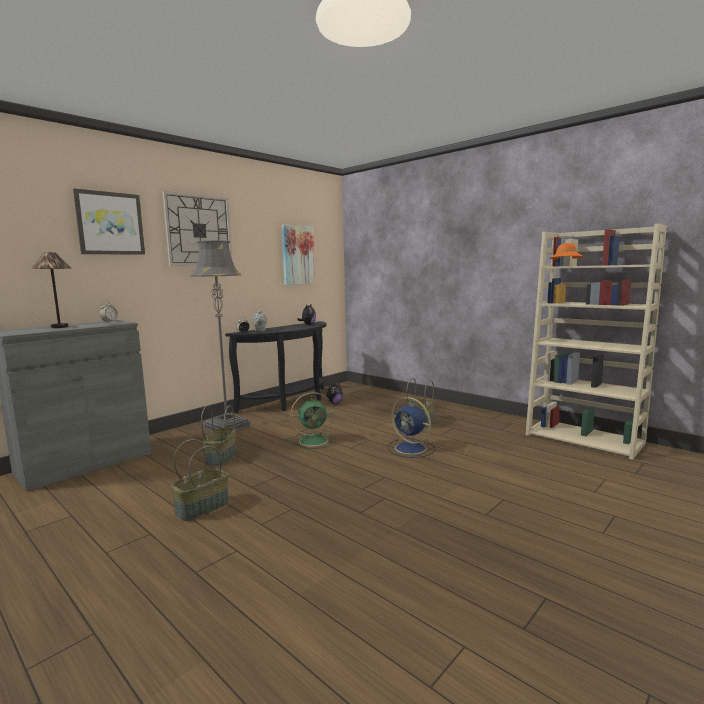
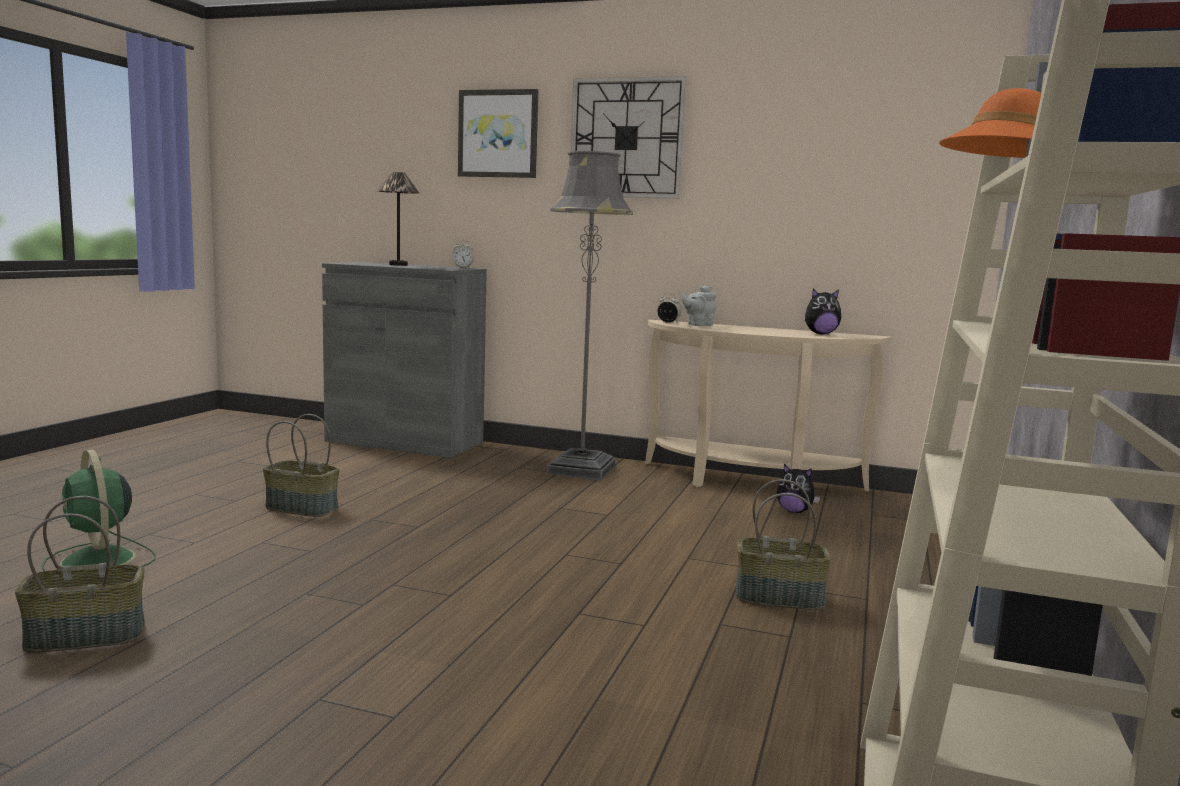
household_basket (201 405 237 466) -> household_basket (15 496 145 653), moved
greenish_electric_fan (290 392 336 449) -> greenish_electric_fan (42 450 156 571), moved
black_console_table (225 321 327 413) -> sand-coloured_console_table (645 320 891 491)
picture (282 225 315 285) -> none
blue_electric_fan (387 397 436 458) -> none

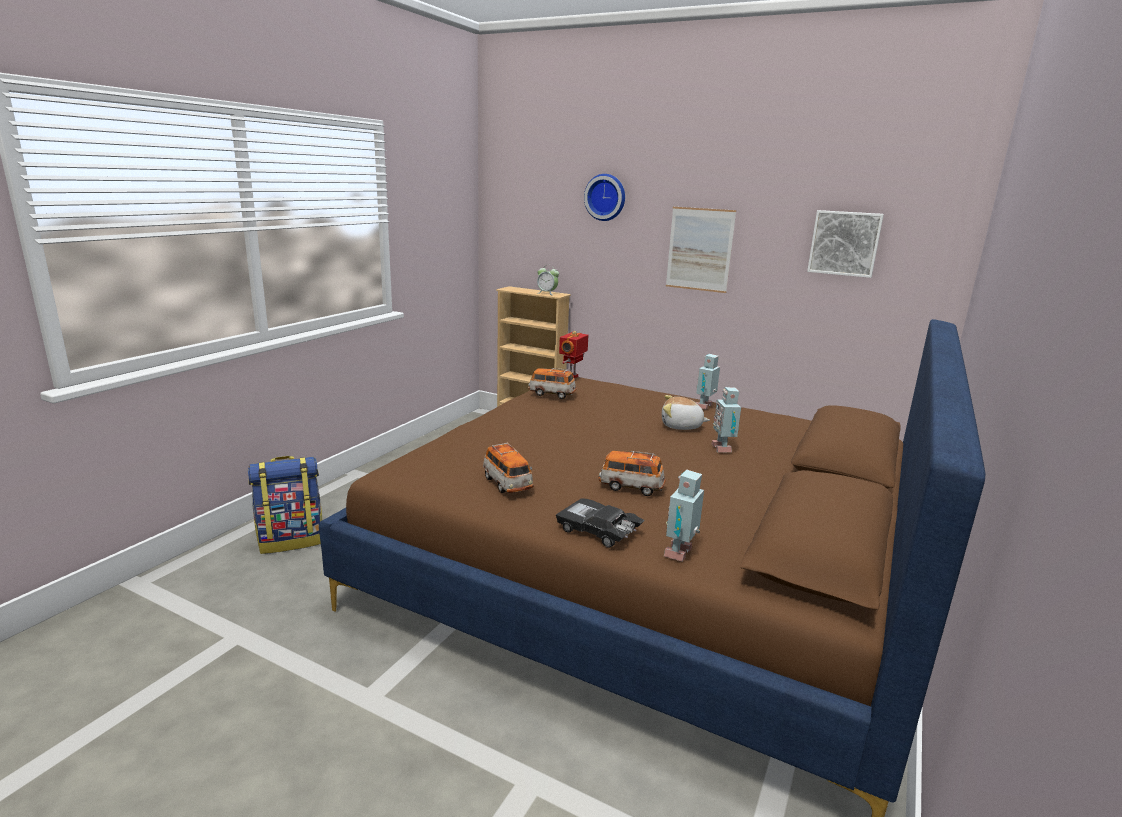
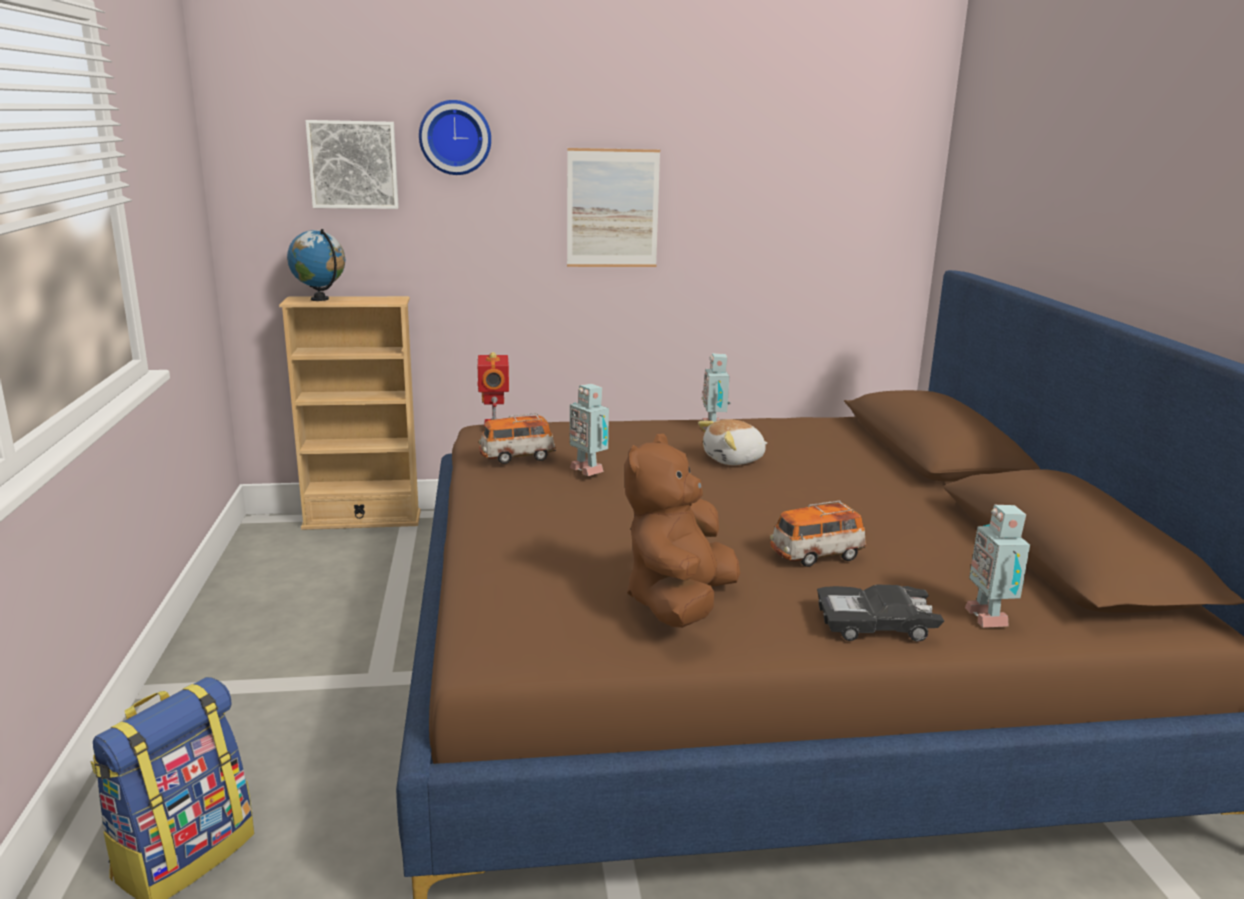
none -> world_globe (287 229 345 301)
picture (807 210 884 278) -> picture (305 120 399 209), moved
toy_robot (711 387 741 453) -> toy_robot (569 384 609 476), moved
toy_car (483 443 534 493) -> brown_soft_toy (625 434 740 628)
alarm_clock (537 265 559 295) -> none

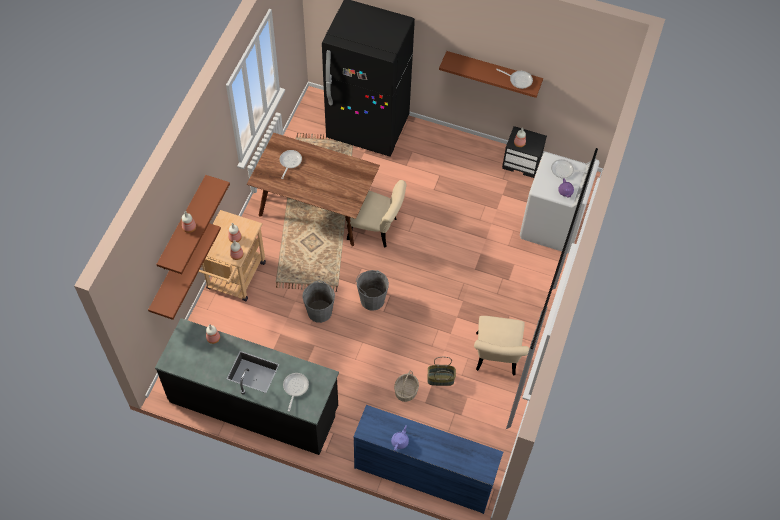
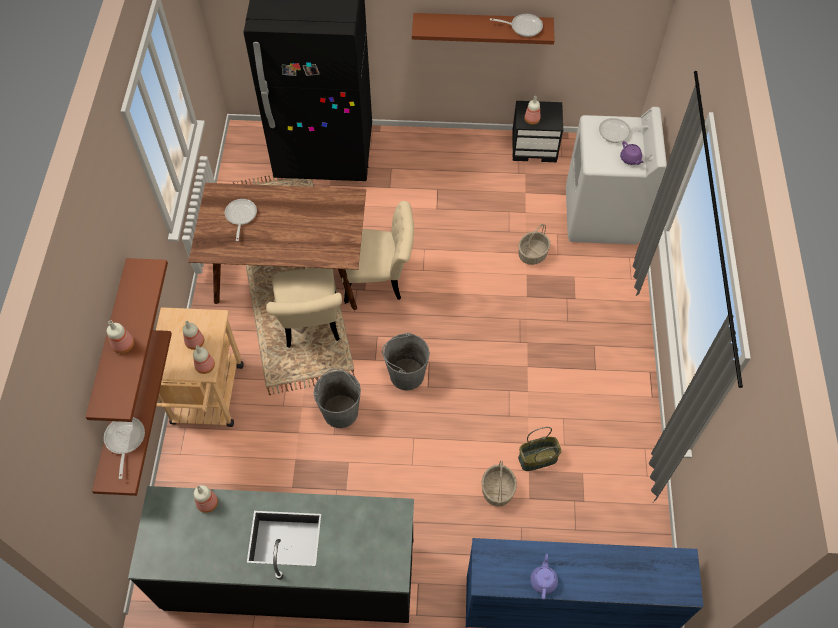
skillet (283 373 309 412) -> skillet (104 417 145 479), moved
sand-coloured_upright_chair (474 316 529 376) -> sand-coloured_upright_chair (266 268 342 348), moved
none -> household_basket (518 224 550 265)

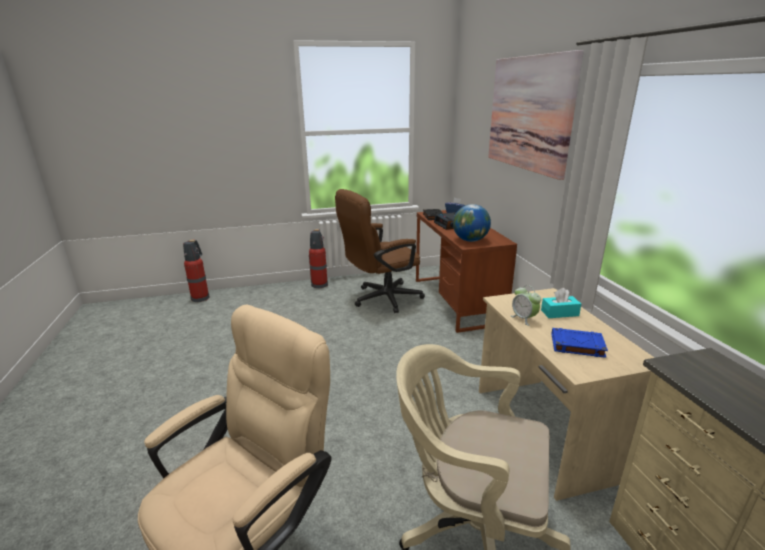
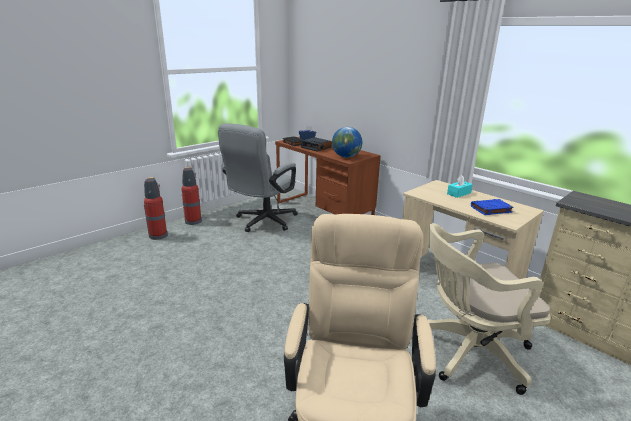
fire_extinguisher (183 240 210 302) -> fire_extinguisher (144 177 168 240), moved
brown_desk_chair (335 189 425 313) -> greyish_desk_chair (218 123 298 232)
picture (488 50 584 180) -> none
alarm_clock (510 285 541 326) -> none

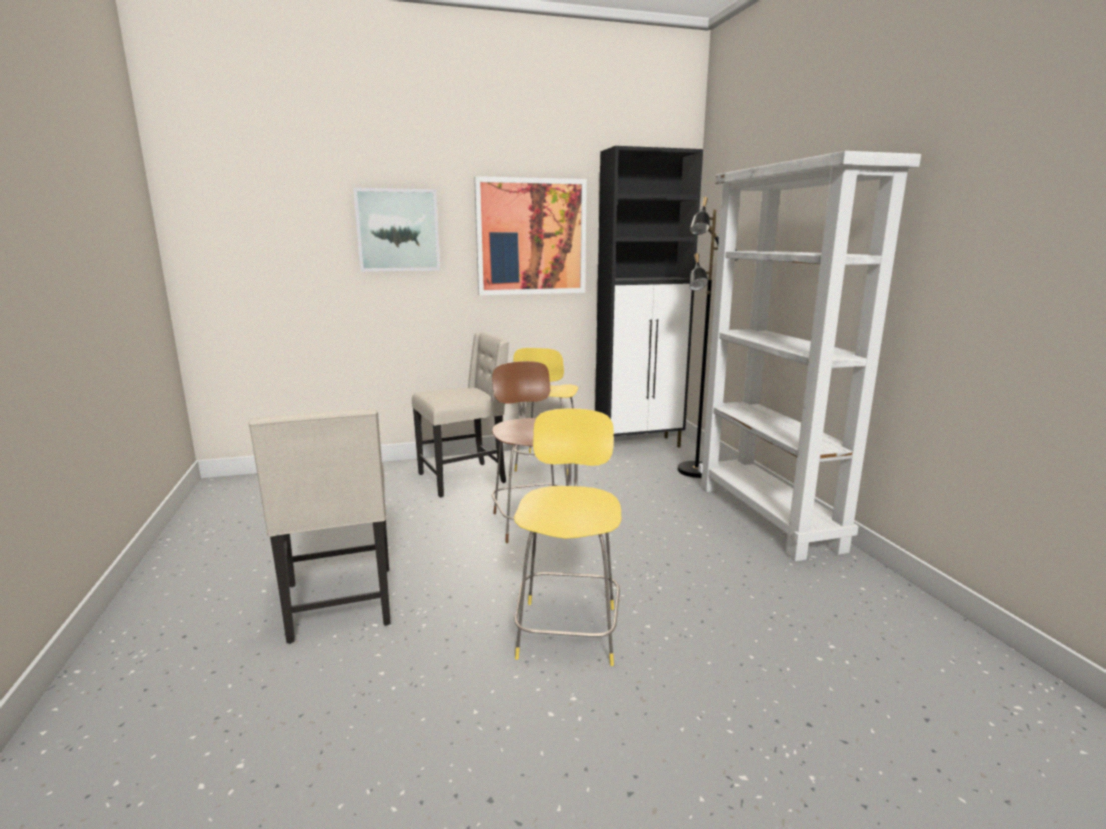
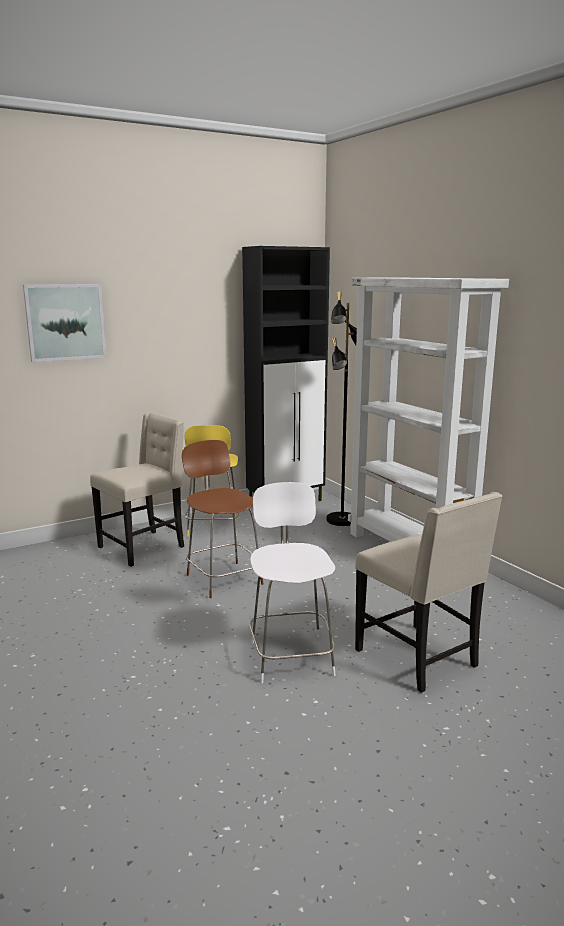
yellow_sitting_stool (514 409 622 666) -> whitish_sitting_stool (249 482 336 683)
sand-coloured_upright_chair (248 408 391 643) -> sand-coloured_upright_chair (355 492 502 693), moved
picture (474 176 587 295) -> none

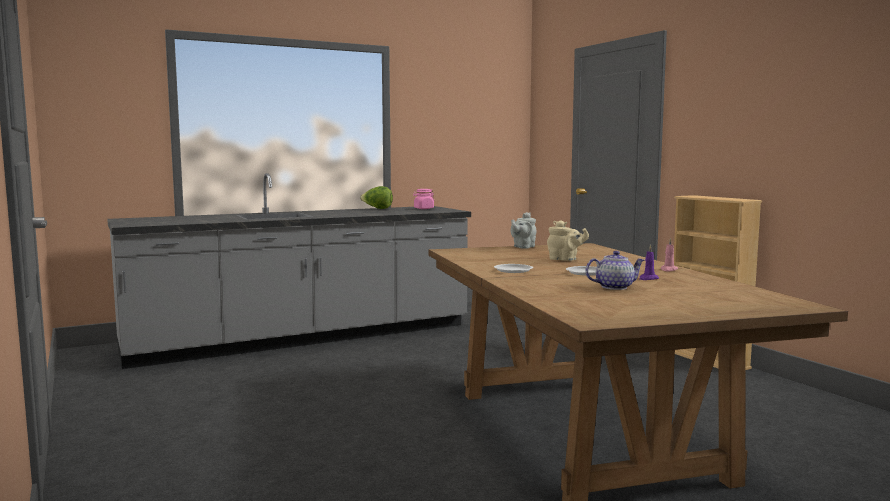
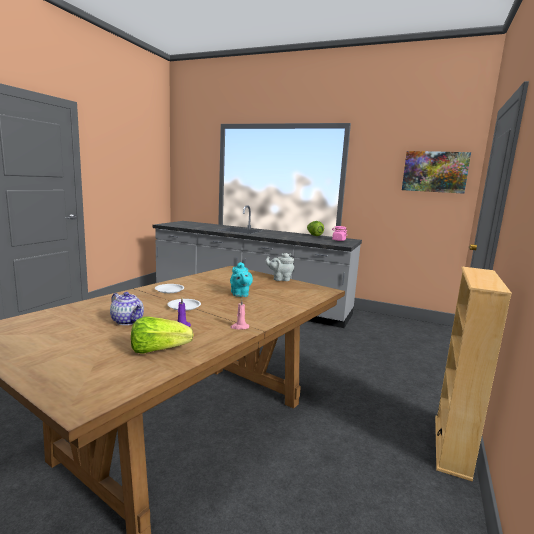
none -> lettuce_head (131 316 194 354)
sand-coloured_pot_for_tea (547 220 589 261) -> turquoise_pot_for_tea (230 262 253 297)
none -> picture (402 151 471 194)

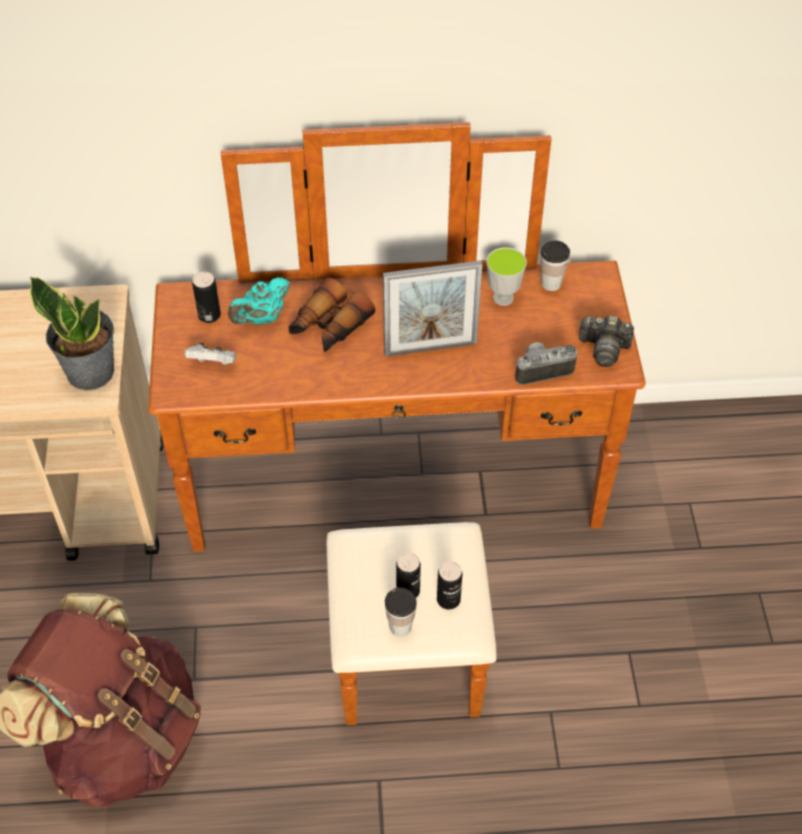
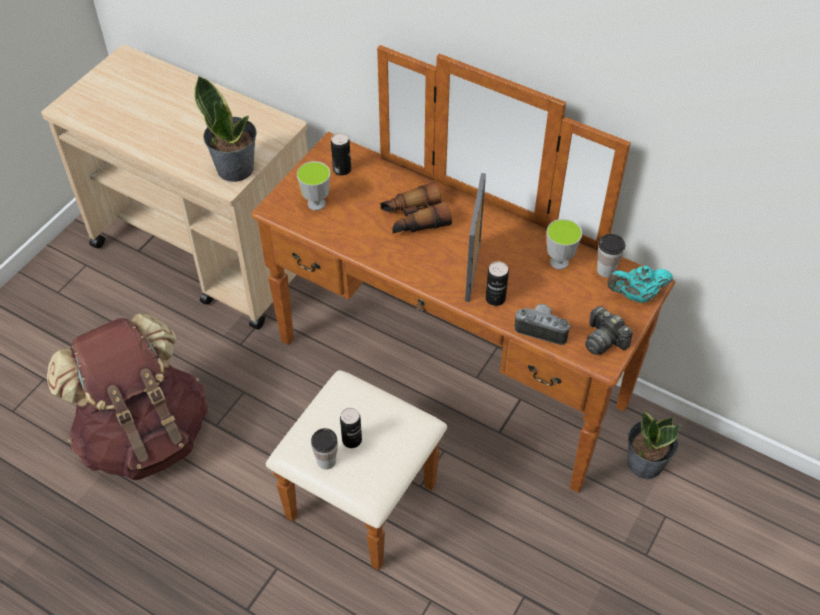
whitish_joypad (184 342 236 366) -> drinking_cup (297 161 331 211)
photo_frame (383 261 483 357) -> photo_frame (465 173 486 302), 75 degrees clockwise
can (437 561 462 609) -> can (486 261 509 306), moved
turquoise_pot_for_tea (228 277 291 325) -> turquoise_pot_for_tea (607 265 673 303), moved
none -> plant_in_a_pot (627 409 682 479)

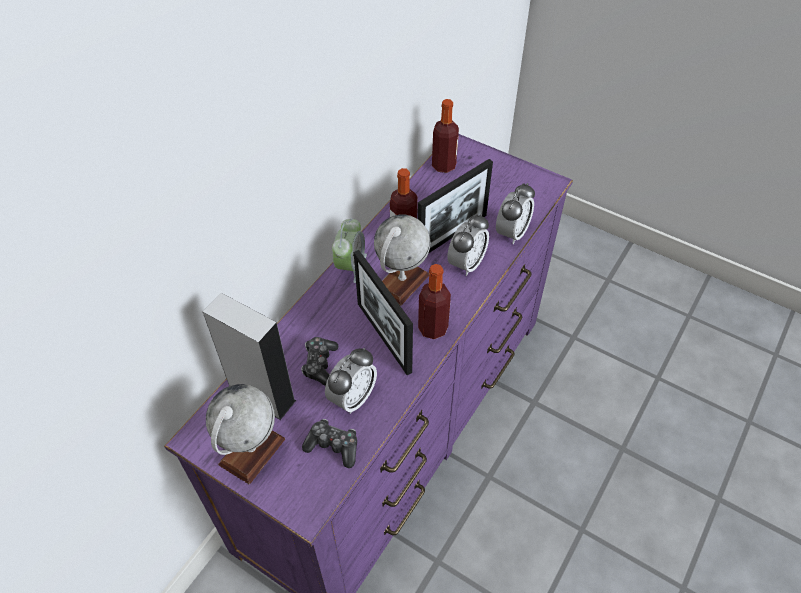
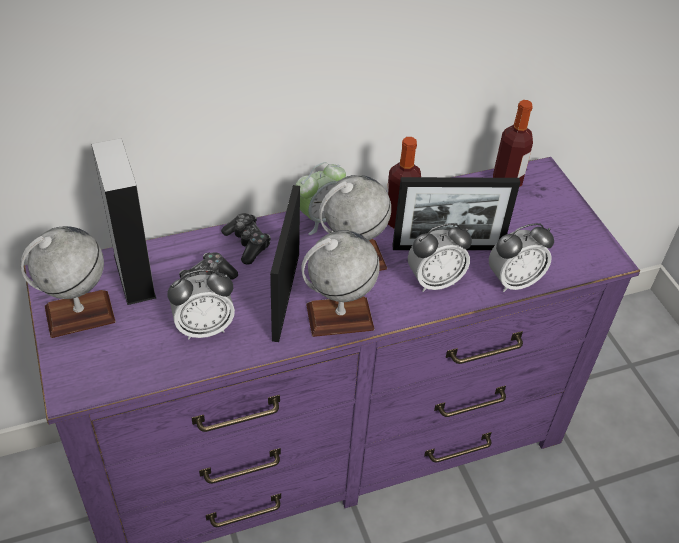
joypad (302 419 357 468) -> joypad (221 213 271 264), moved
drink_bottle (418 264 451 339) -> world_globe (301 231 380 337)

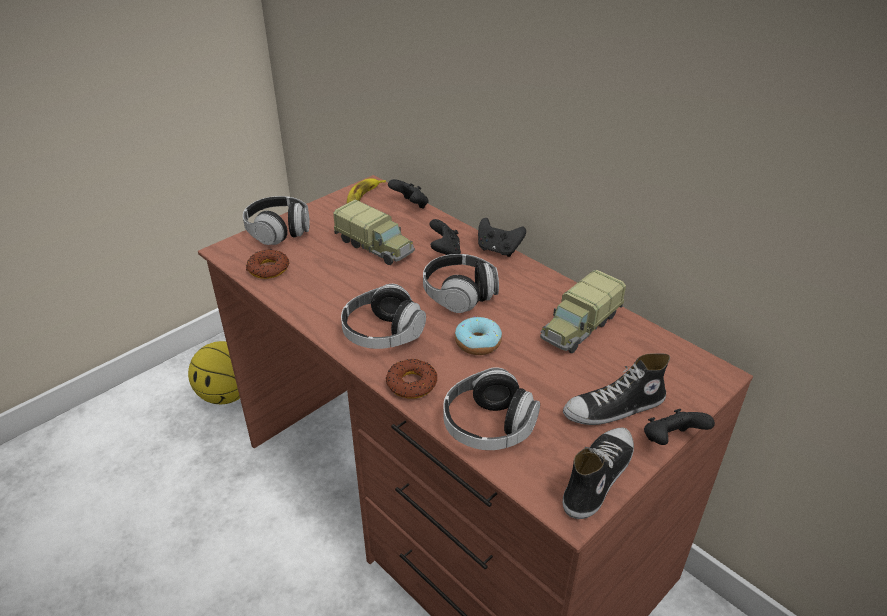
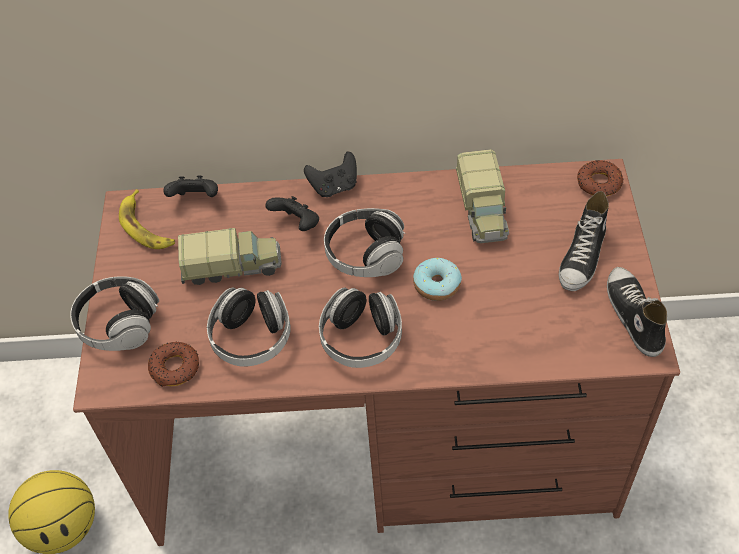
headphones (443 367 540 450) -> headphones (207 288 291 367), moved
doughnut (386 358 437 399) -> doughnut (577 160 624 196), moved
black_joypad (644 409 715 445) -> none

